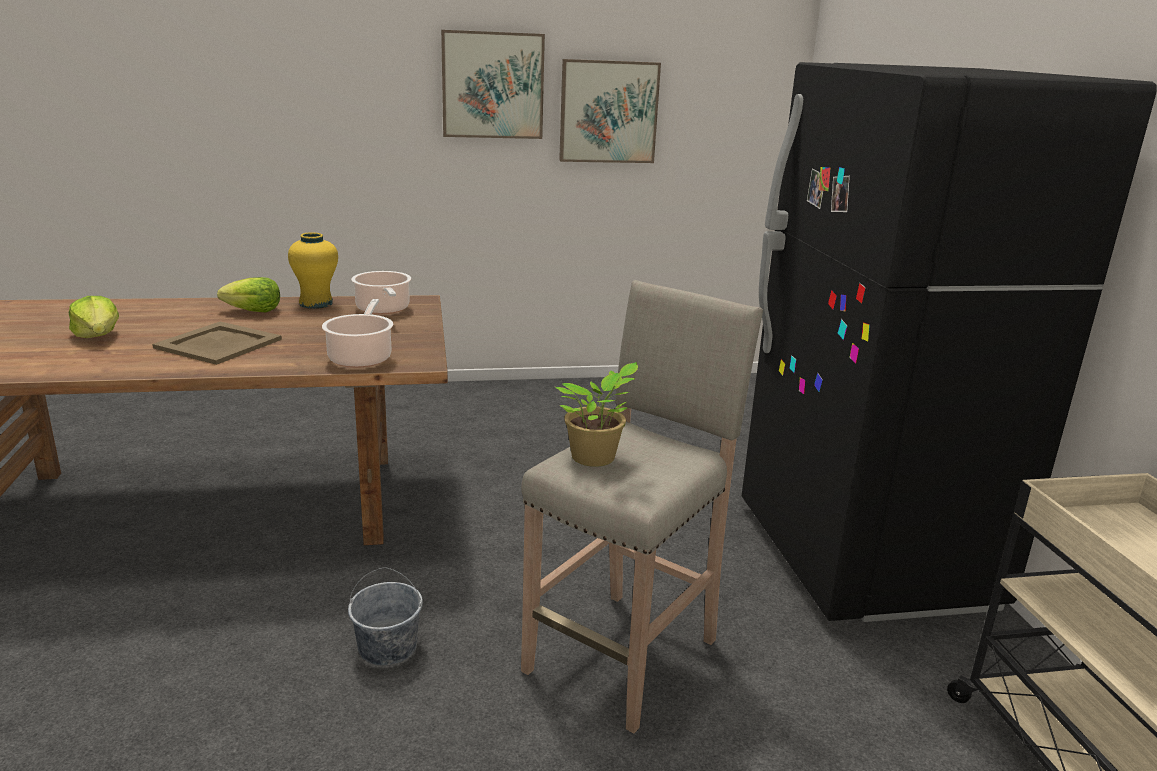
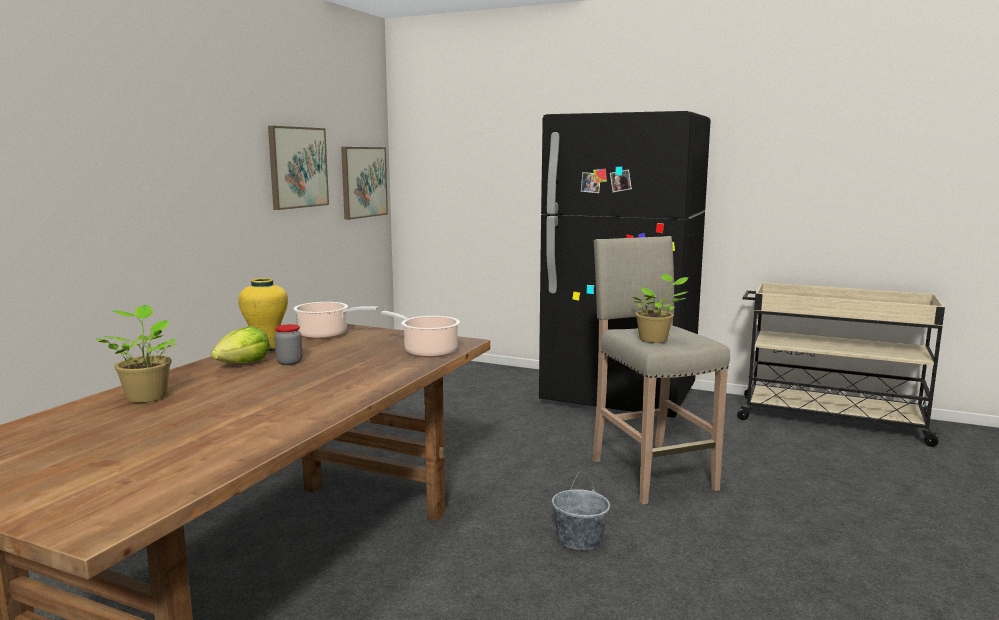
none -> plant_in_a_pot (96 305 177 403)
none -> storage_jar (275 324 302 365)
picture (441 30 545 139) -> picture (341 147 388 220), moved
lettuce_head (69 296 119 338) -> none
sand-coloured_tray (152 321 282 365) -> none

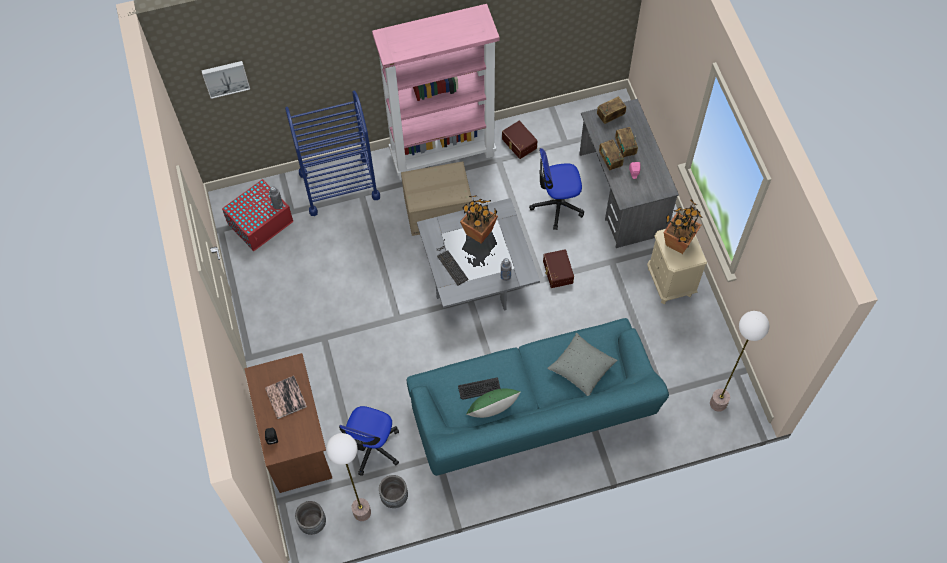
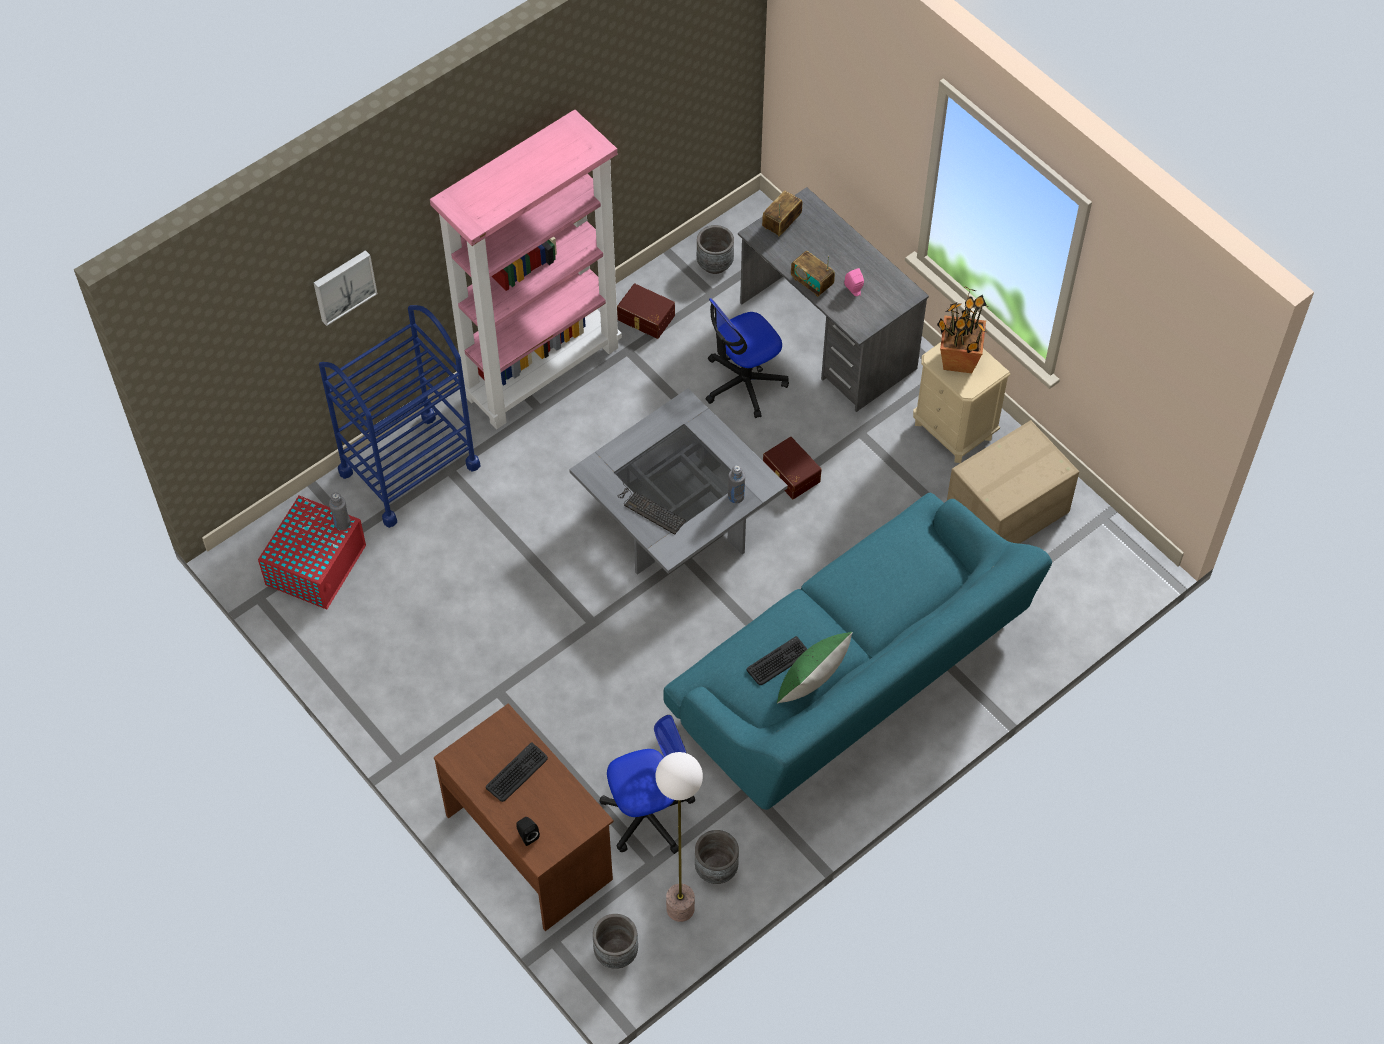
picture (201 61 250 99) -> picture (314 250 377 326), moved
book (265 376 307 419) -> computer_keyboard (486 743 548 802)
desk_chair (339 406 399 476) -> desk_chair (599 715 695 854), 105 degrees counterclockwise
none -> greyish_flower_pot (697 225 734 274)
cardboard_box (401 161 472 236) -> cardboard_box (947 420 1079 544), moved
plant_in_a_pot (460 195 498 244) -> none
greyish_throw_pillow (547 332 617 396) -> none
radio_receiver (615 127 638 158) -> none
floor_lamp (710 311 769 412) -> none

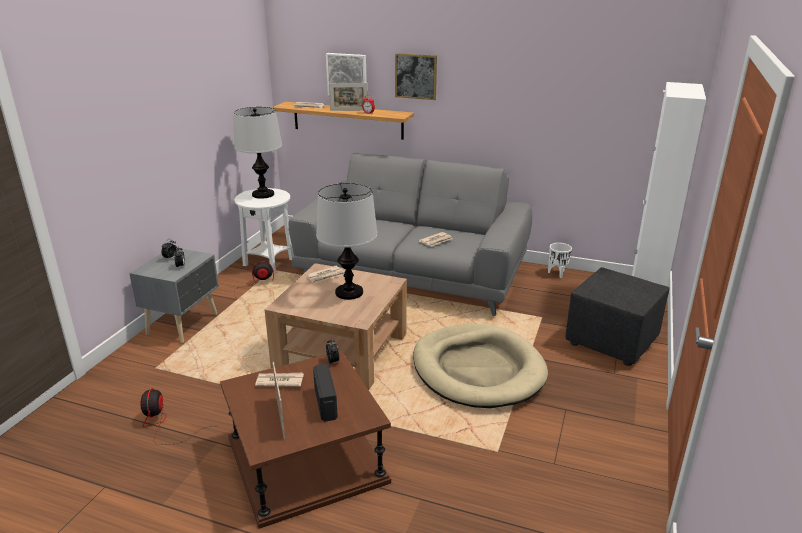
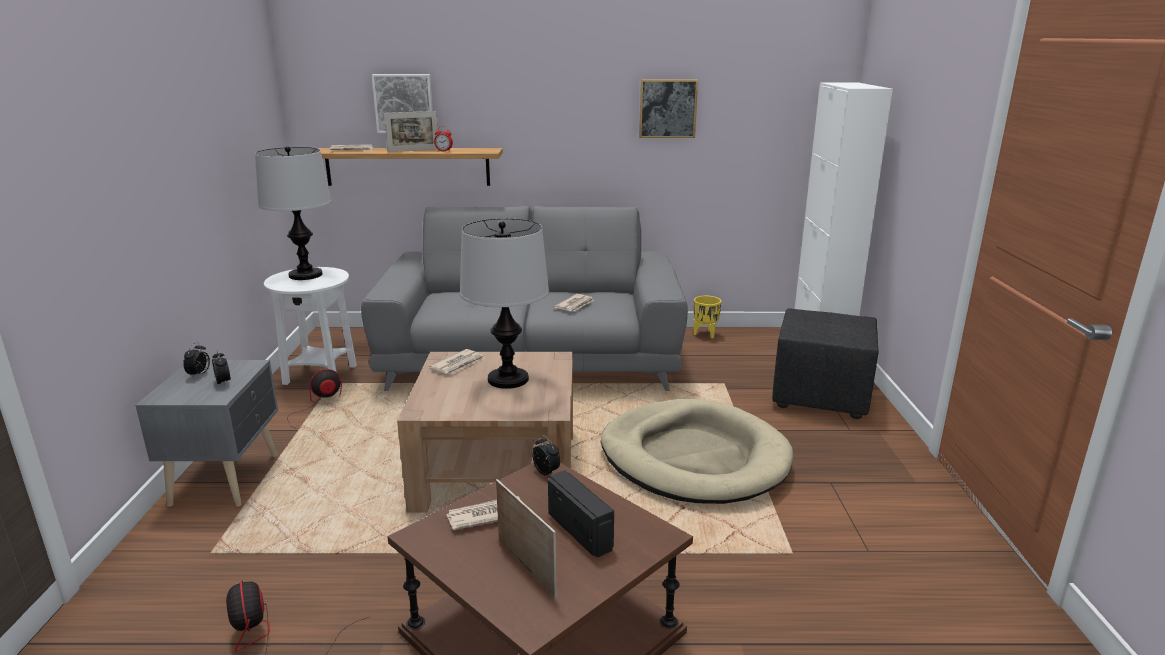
picture (395 53 437 100) -> picture (639 79 698 138), moved
whitish_flower_pot (548 243 572 278) -> yellow_flower_pot (694 296 721 338)

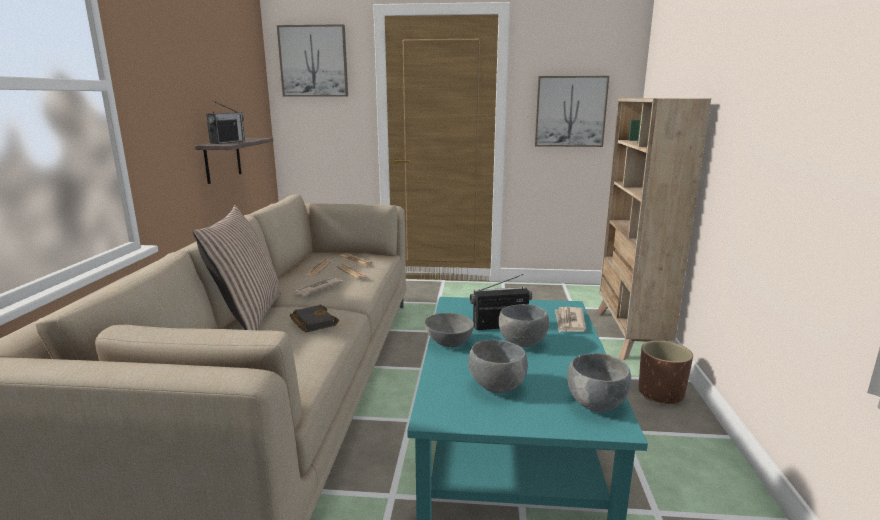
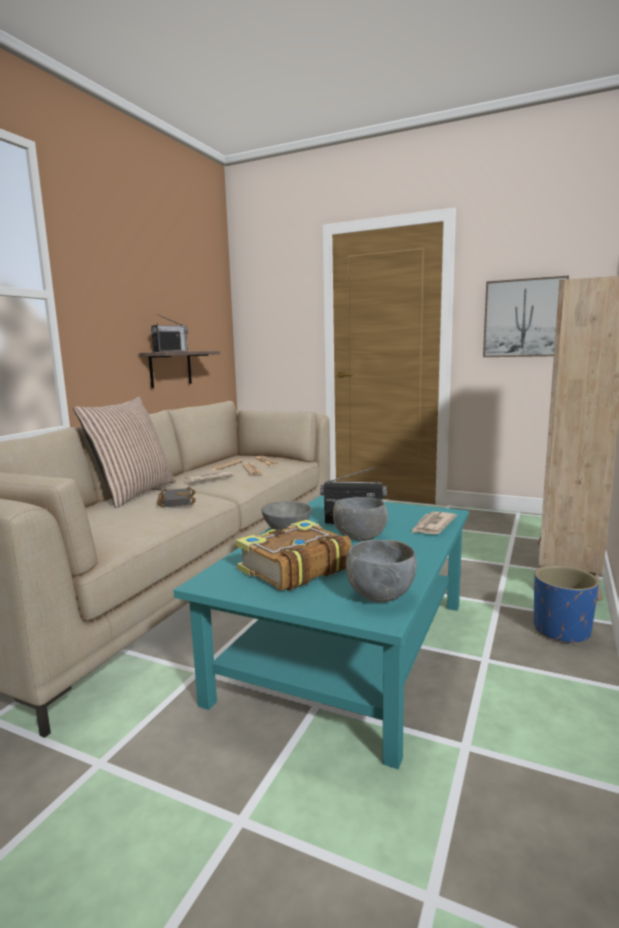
greyish_bowl (468 340 528 393) -> book (236 520 352 591)
brown_flower_pot (638 340 693 404) -> blue_flower_pot (534 565 599 645)
picture (277 24 348 97) -> none

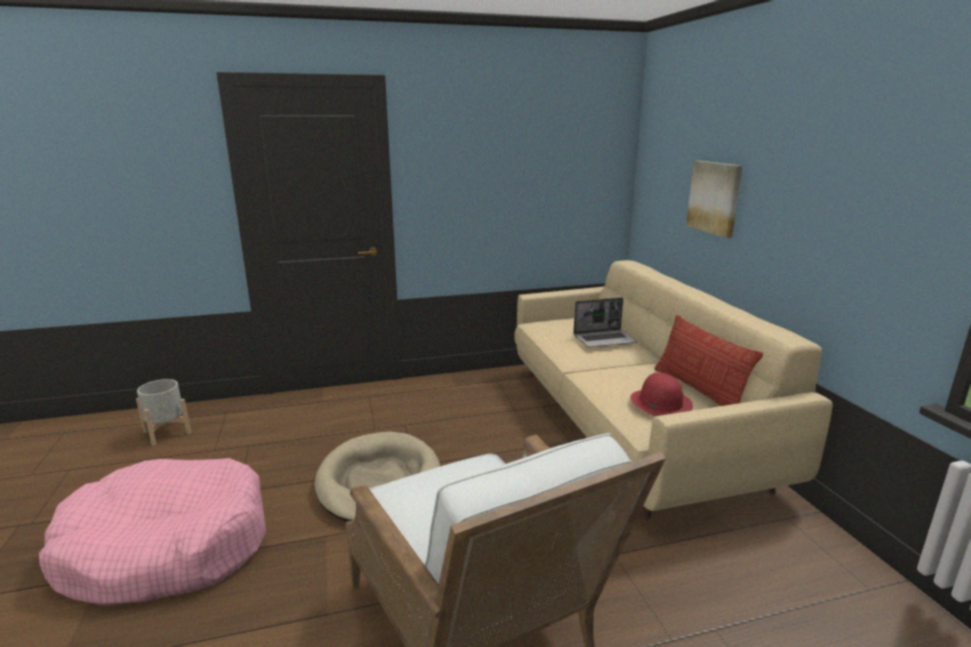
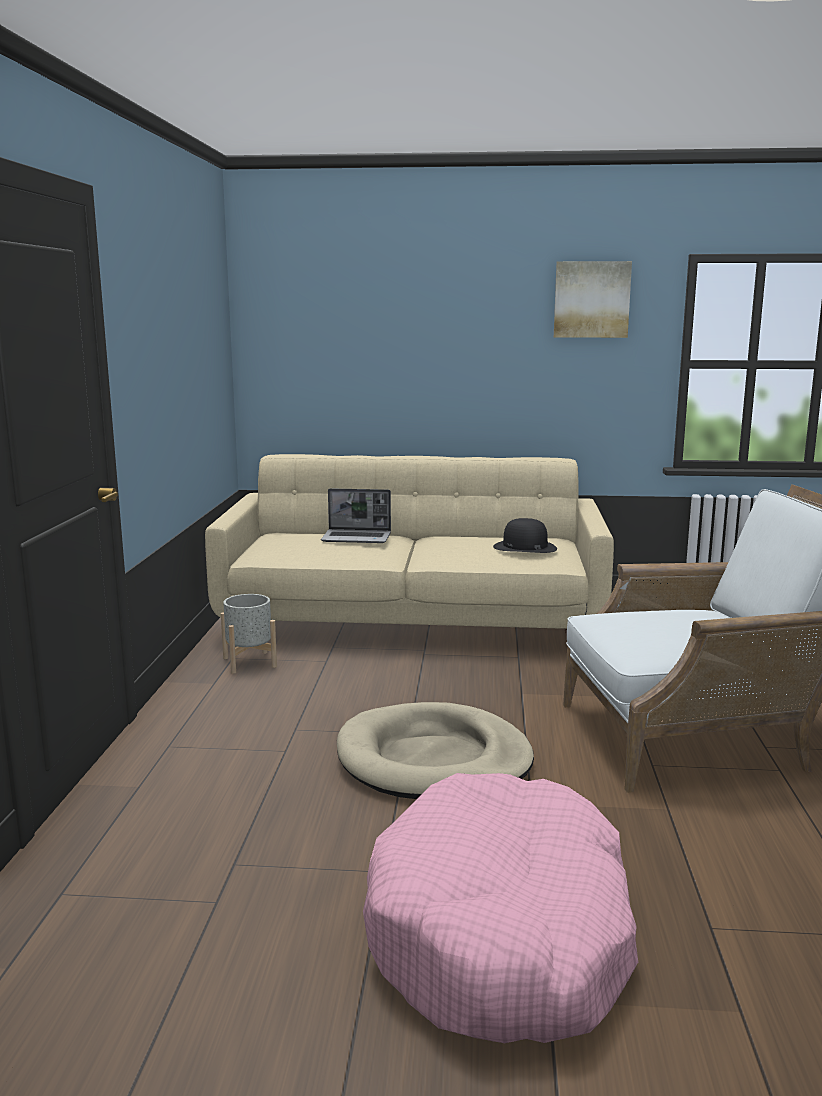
greyish_flower_pot (136 379 191 446) -> greyish_flower_pot (221 594 277 674), moved
notebook_computer (573 297 637 347) -> notebook_computer (321 488 391 543), 90 degrees clockwise
red_hat (630 373 693 416) -> black_hat (493 518 557 553)
picture (686 161 742 238) -> picture (554 261 632 338), moved
throw_pillow (654 315 763 406) -> none

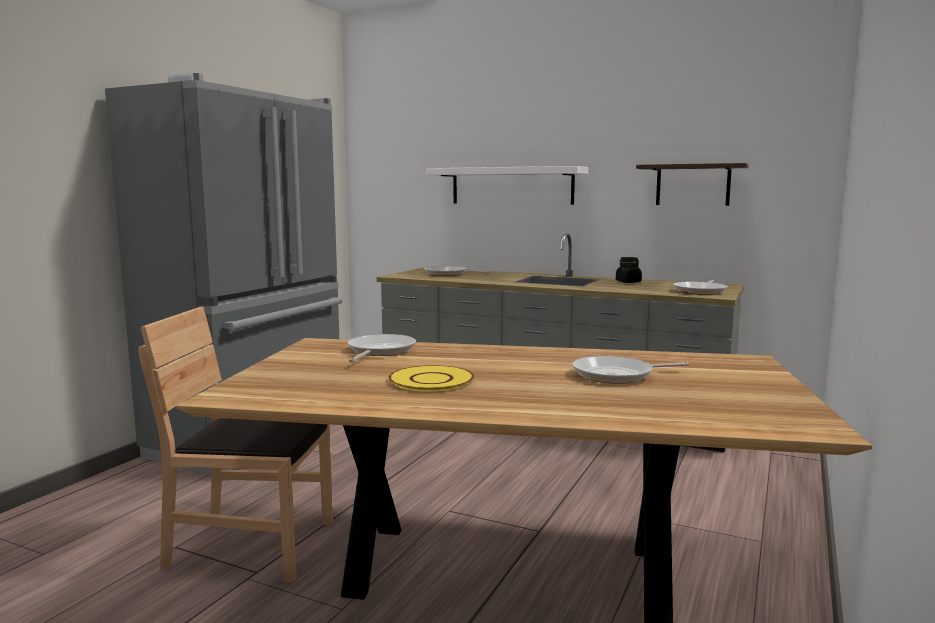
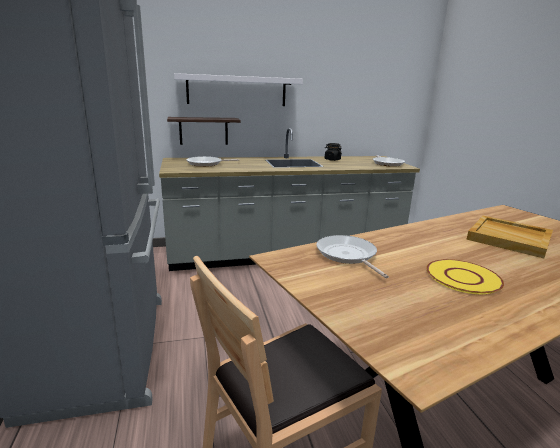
bracket_shelf (636 163 748 206) -> bracket_shelf (167 117 241 145), moved
skillet (572 355 689 384) -> sand-coloured_tray (466 216 553 258)

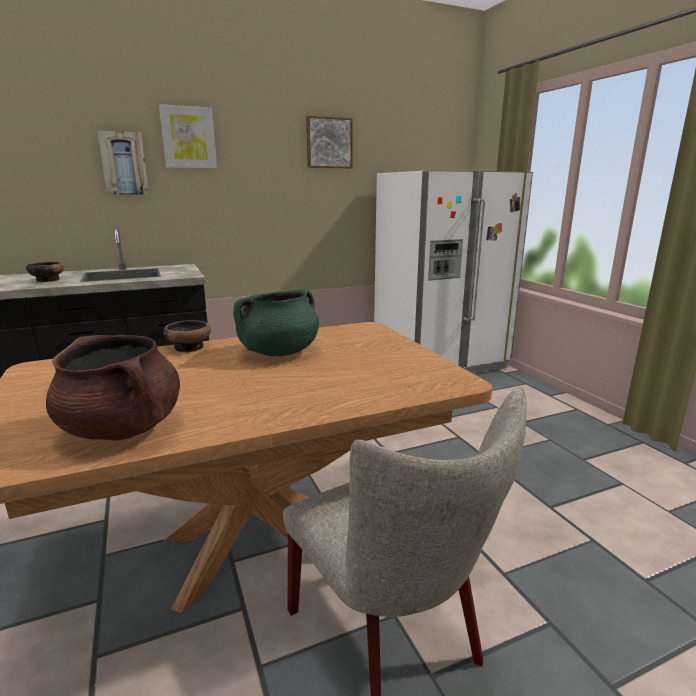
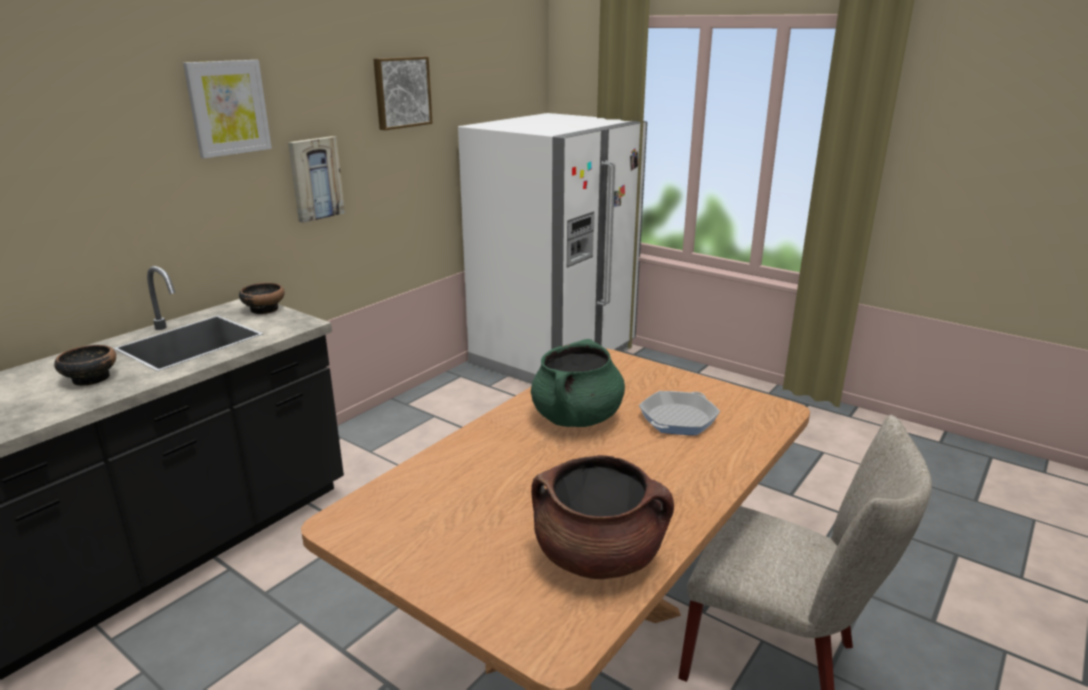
bowl (163 320 211 352) -> bowl (239 283 285 314), moved
picture (97 131 149 195) -> picture (288 136 345 223), moved
none -> skillet (639 391 720 435)

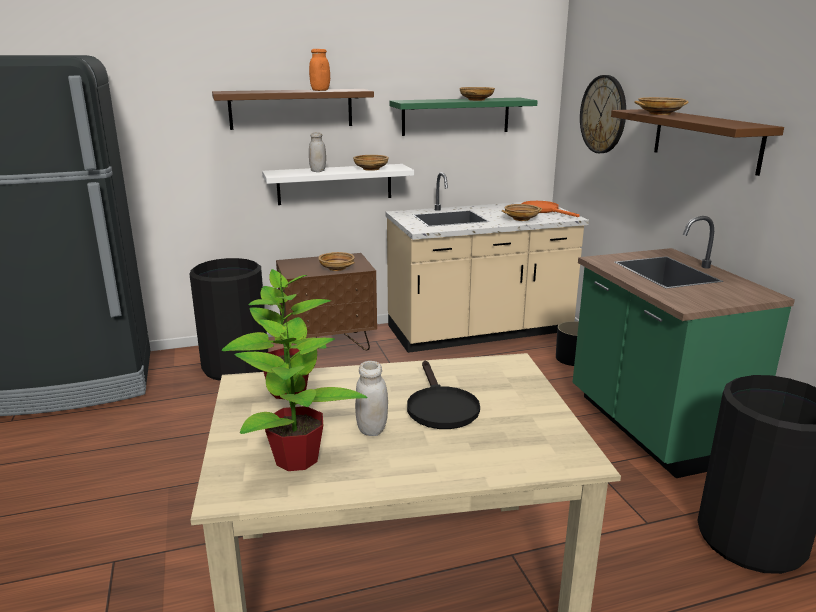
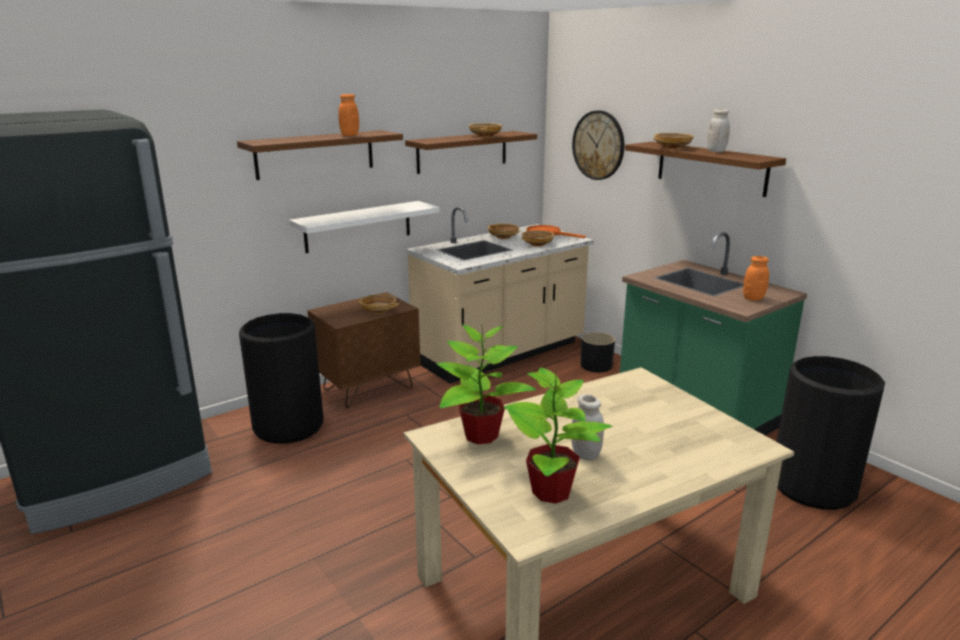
greenish_bracket_shelf (389 98 538 136) -> brown_bracket_shelf (405 131 537 174)
sand-coloured_bowl (353 155 389 171) -> sand-coloured_bowl (487 224 520 239), moved
whitish_storage_jar (309 132 326 172) -> whitish_storage_jar (707 109 730 152), moved
none -> orangey_storage_jar (743 256 769 301)
black_skillet (407 361 480 429) -> none

